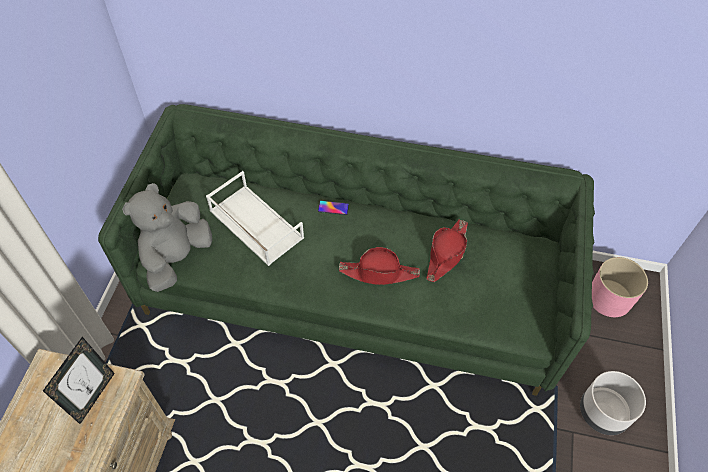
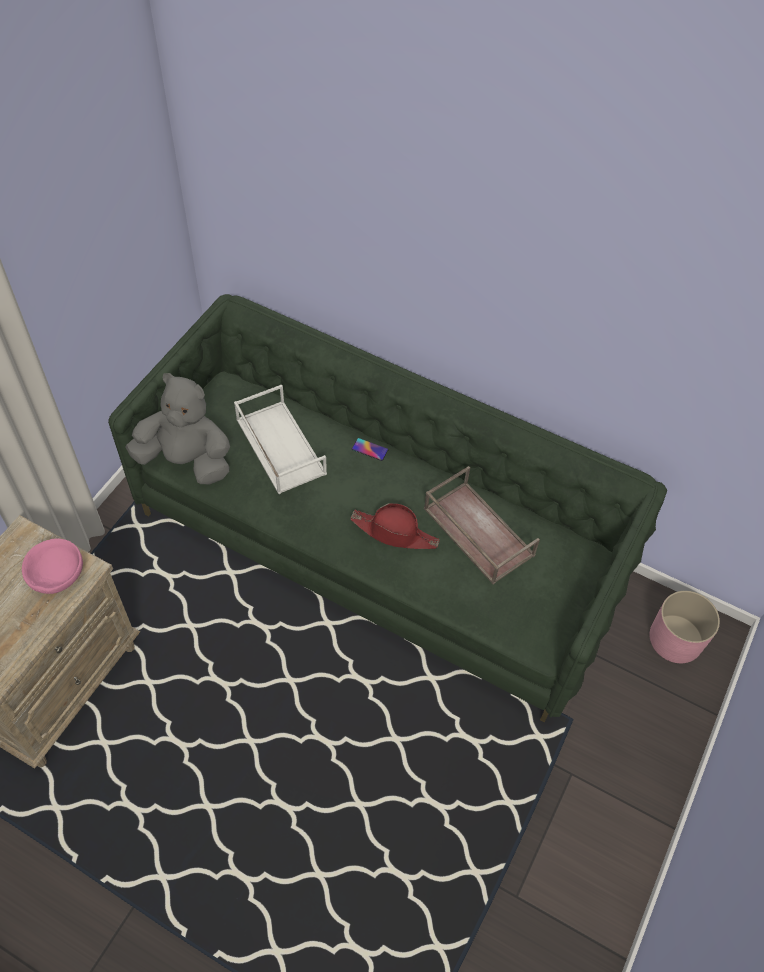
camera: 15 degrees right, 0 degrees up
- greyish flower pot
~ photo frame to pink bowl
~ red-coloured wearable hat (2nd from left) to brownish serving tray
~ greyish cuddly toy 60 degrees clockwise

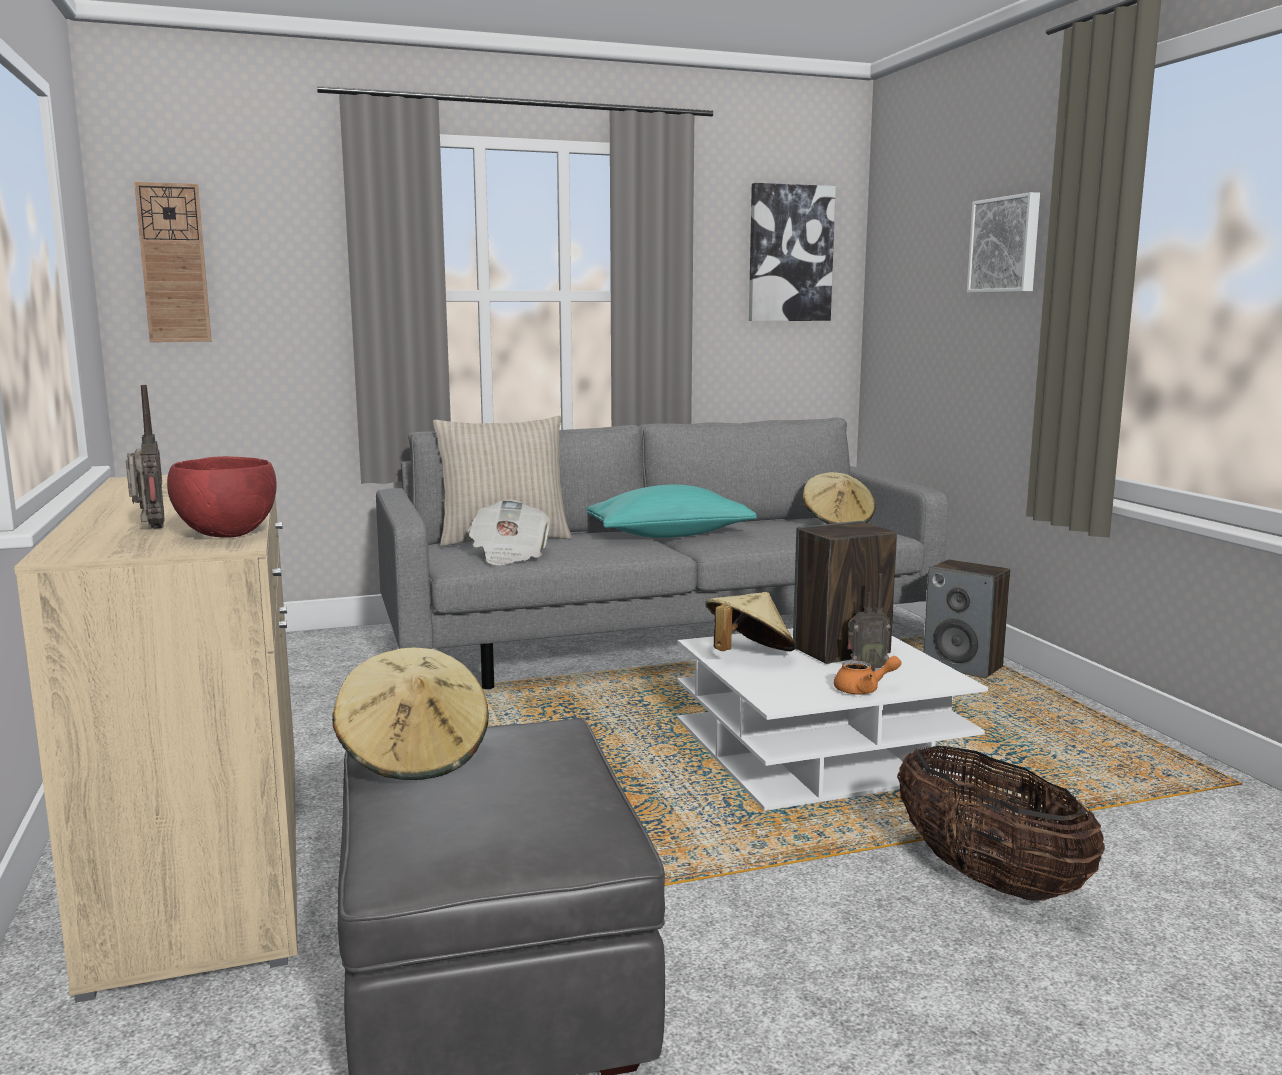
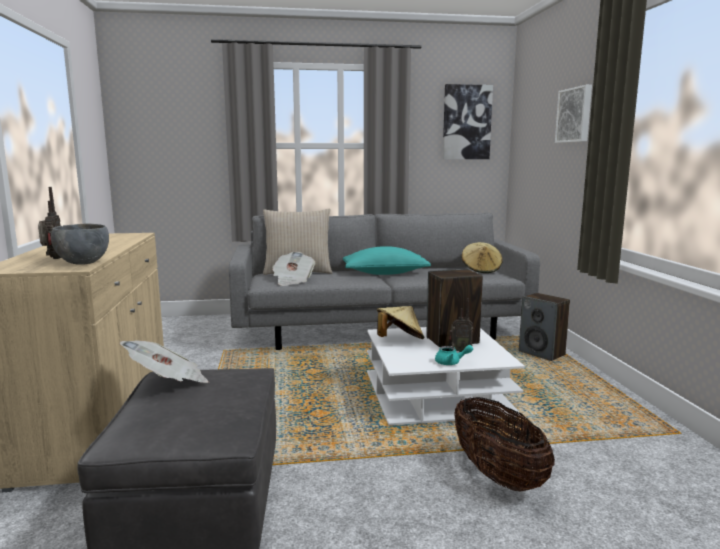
camera: 10 degrees right, 0 degrees up
- hanging clock
~ beige wearable hat (1st from left) to printed paper (1st from left)
~ red-coloured bowl to greyish bowl
~ orangey tea pot to turquoise-coloured tea pot

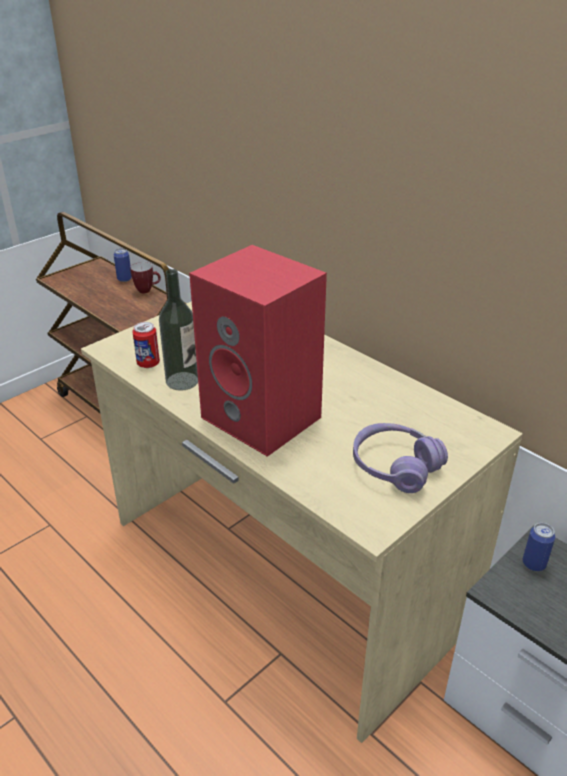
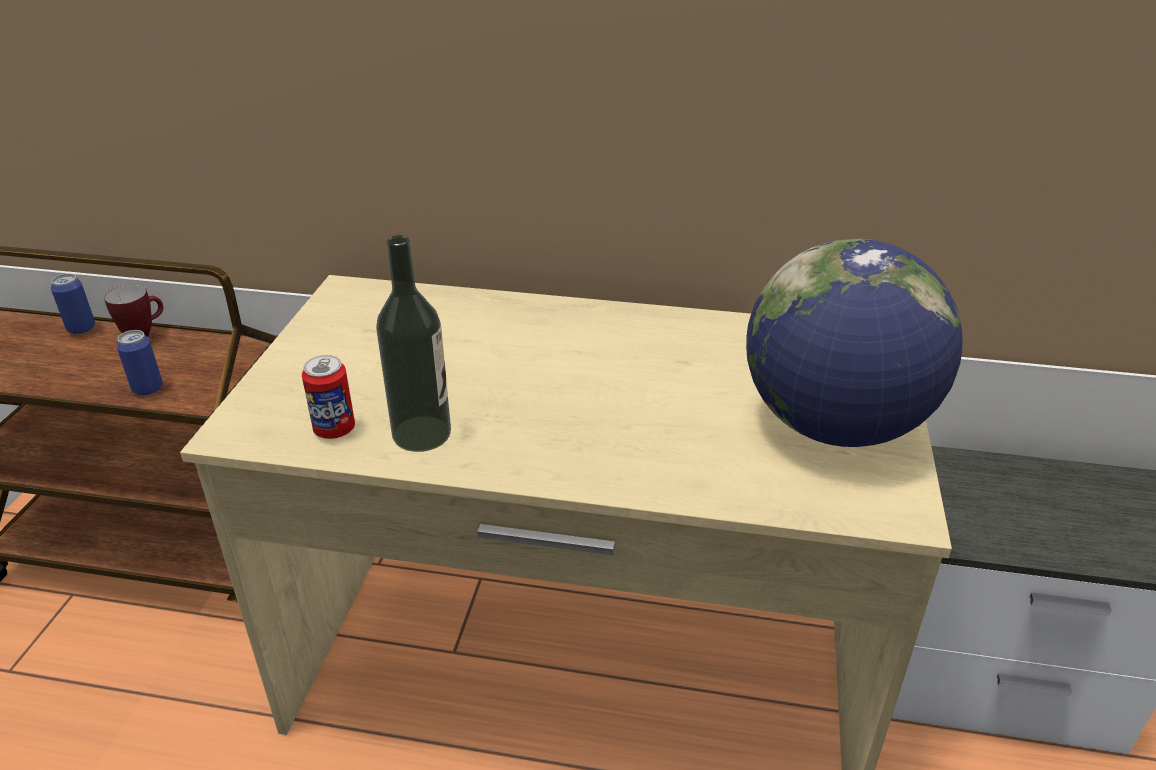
camera: 35 degrees left, 0 degrees up
- red-coloured audio speaker
~ can (3rd from left in the first image) to can (2nd from left)
~ purple headphones to globe

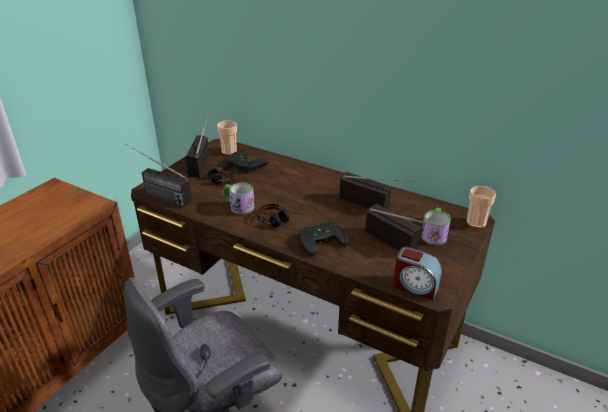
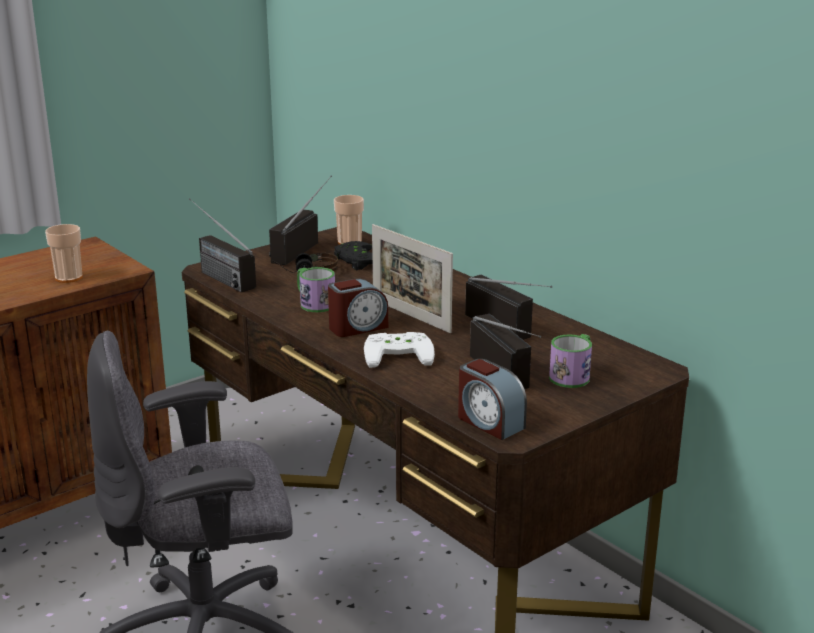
camera: 20 degrees right, 10 degrees down
+ photo frame
~ drinking cup (2nd from left in the first image) to drinking cup (1st from left)
~ headphones (2nd from left) to table clock (1st from left)
~ black joypad (2nd from left) to white joypad

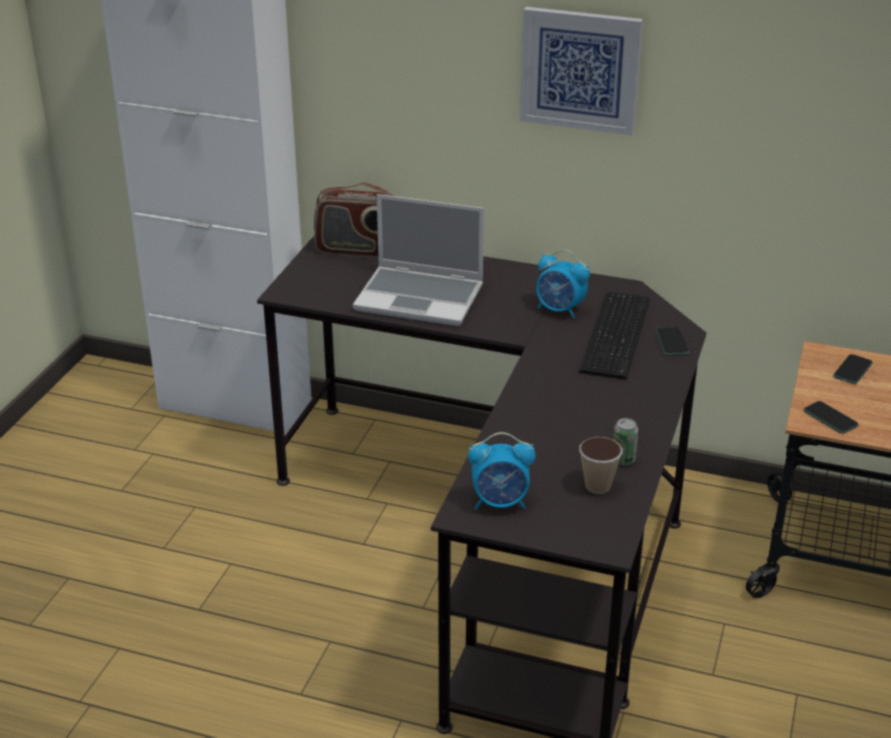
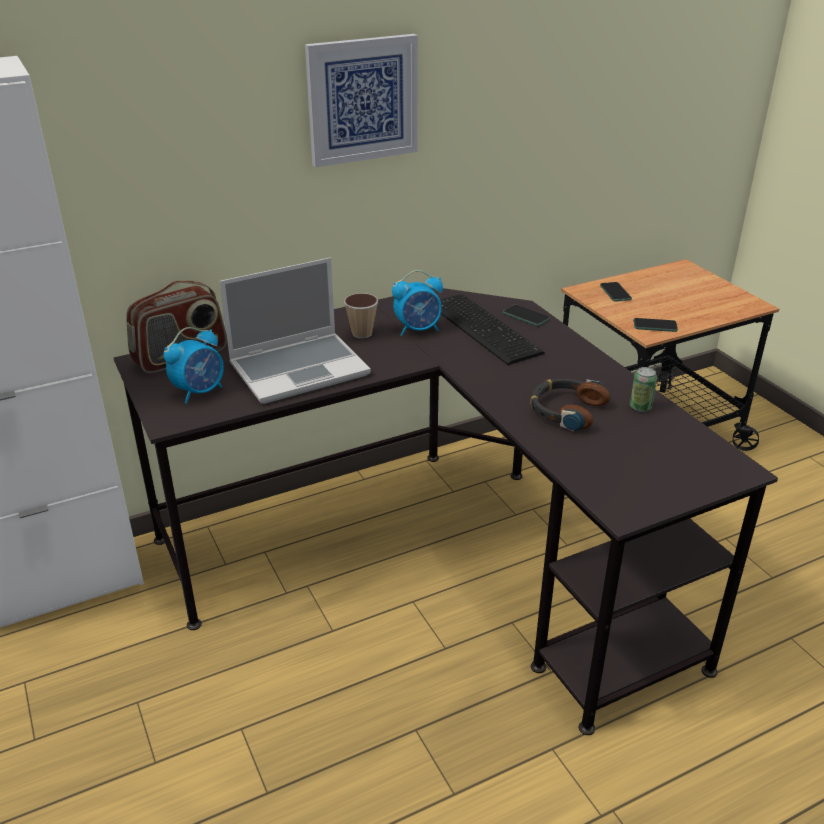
camera: 45 degrees left, 0 degrees up
+ headphones
~ table clock (1st from left)
~ drinking cup

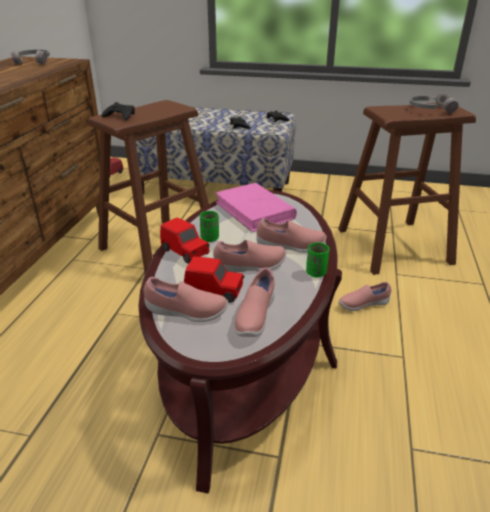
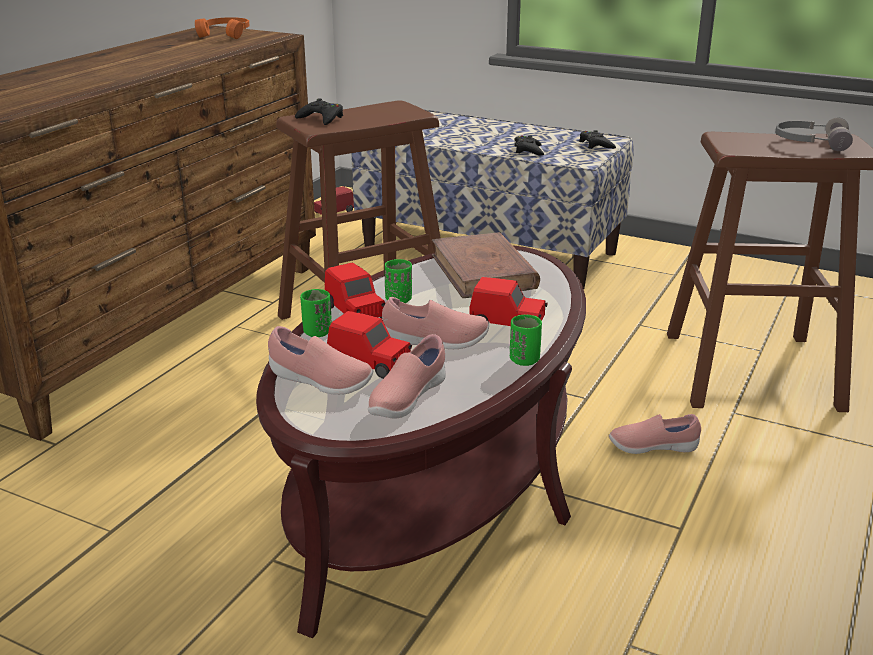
camera: 15 degrees right, 5 degrees down
+ greenish drinking cup (1st from left)
~ pink item of footwear (4th from left) to red-coloured model car (4th from left)
~ greyish headphones (1st from left) to orangey headphones
~ pink bound book to brownish bound book

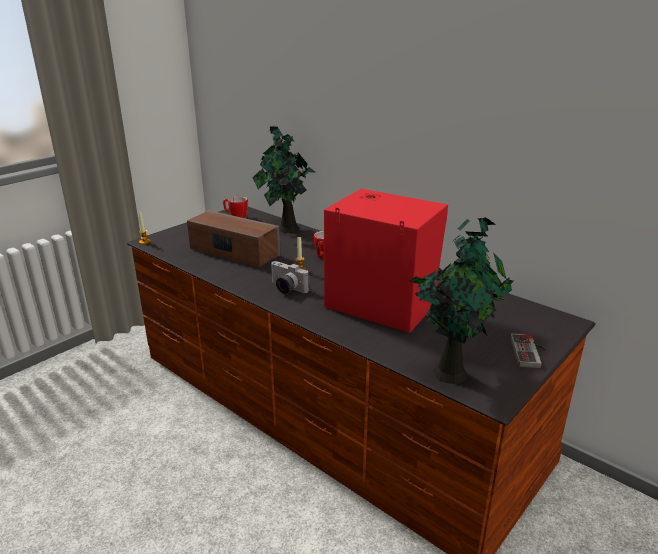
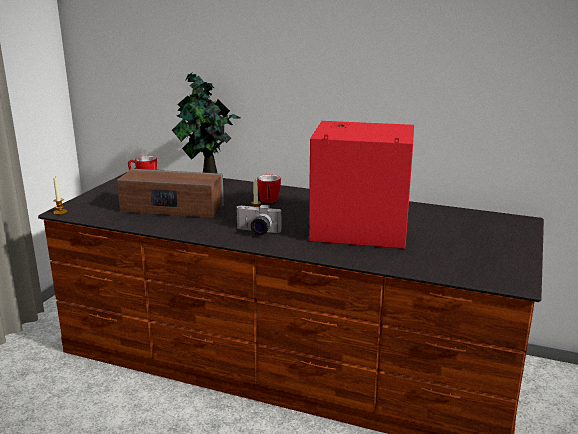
camera: 20 degrees left, 5 degrees down
- plant in a pot (2nd from left)
- joypad

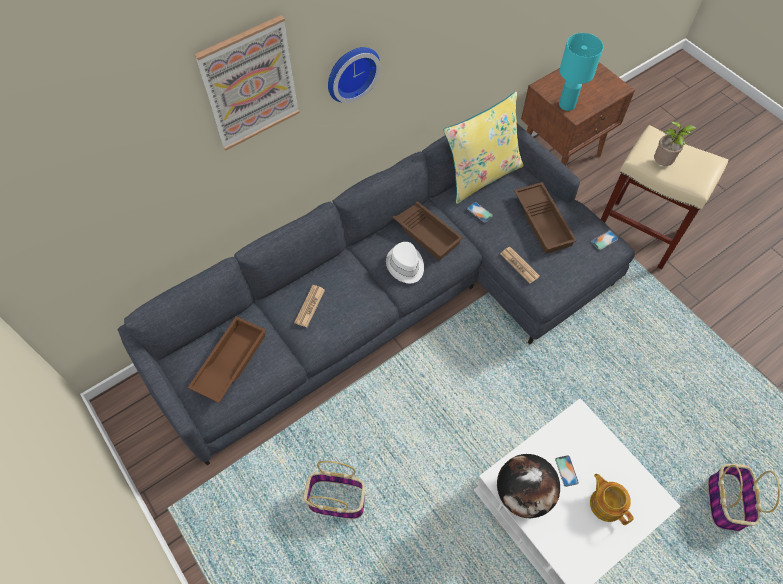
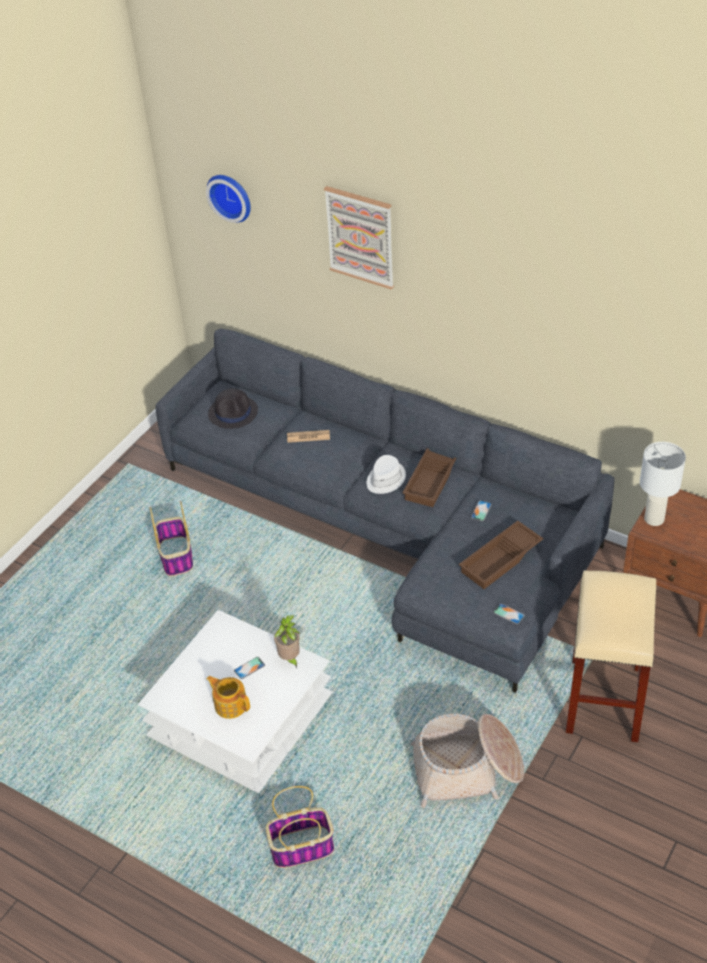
camera: 70 degrees right, 15 degrees down
- yellow throw pillow
- globe
- printed paper (2nd from left)
+ basket (3rd from left)
~ hanging clock
~ plant in a pot
~ brownish serving tray (1st from left) to black wearable hat
~ turquoise-coloured tabletop lamp to white tabletop lamp
~ tea pot 90 degrees counterclockwise

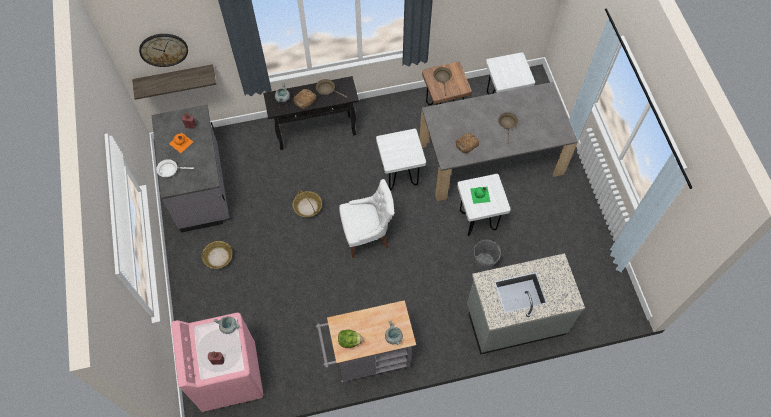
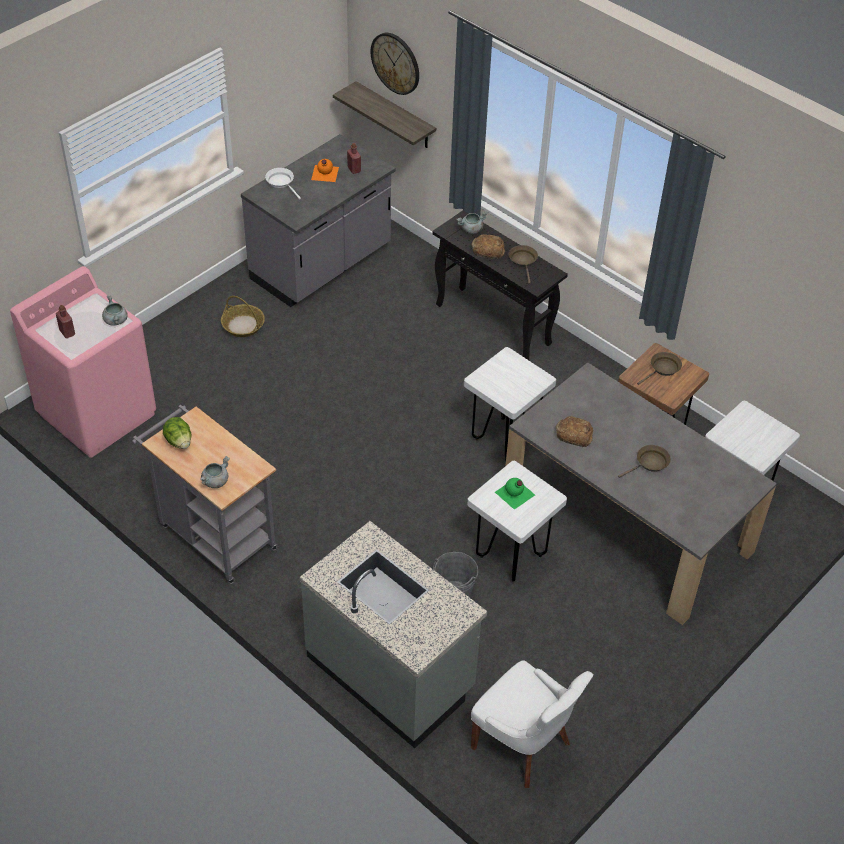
camera: 55 degrees right, 15 degrees down
- basket (2nd from left)
~ white plain chair

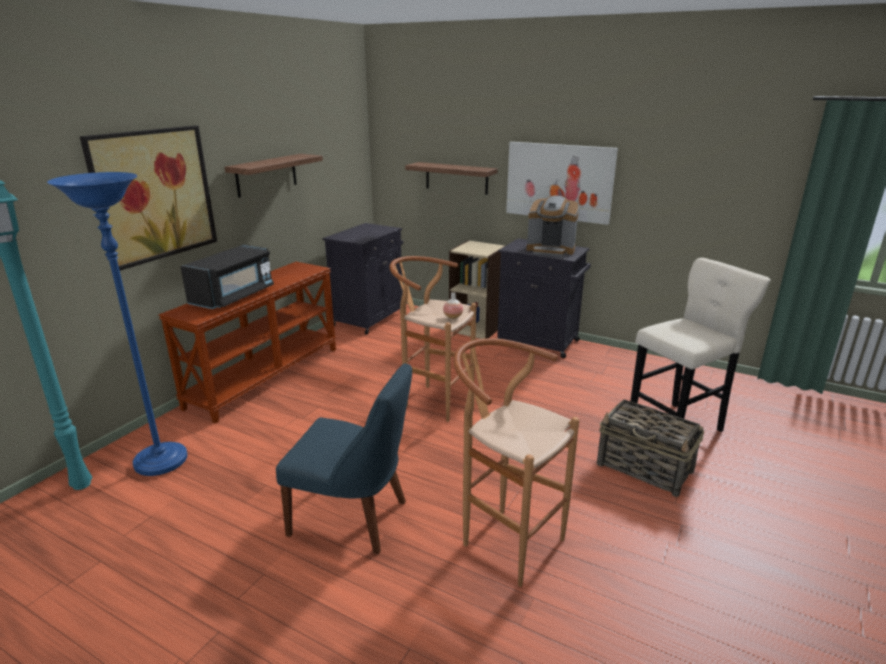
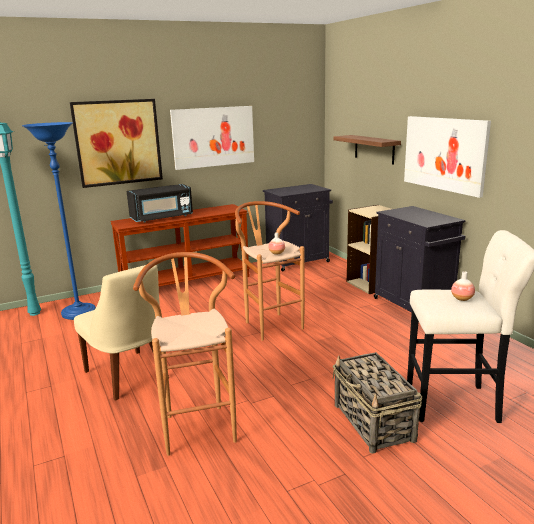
camera: 35 degrees right, 5 degrees down
- coffee brewer
+ vase (2nd from left)
~ bracket shelf (1st from left) to wall picture (2nd from left)
~ bluish plain chair to beige plain chair

